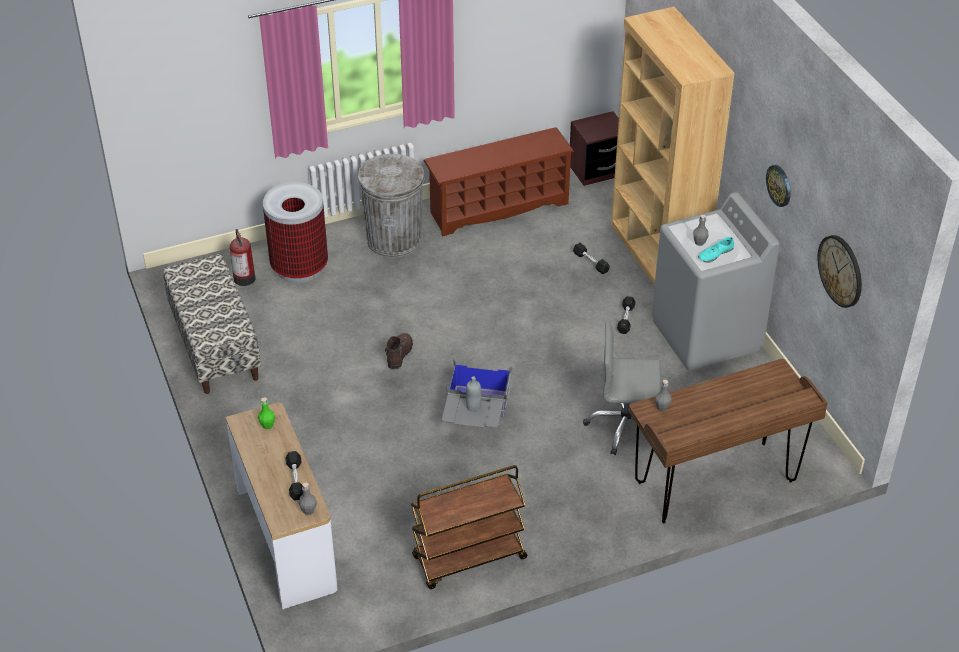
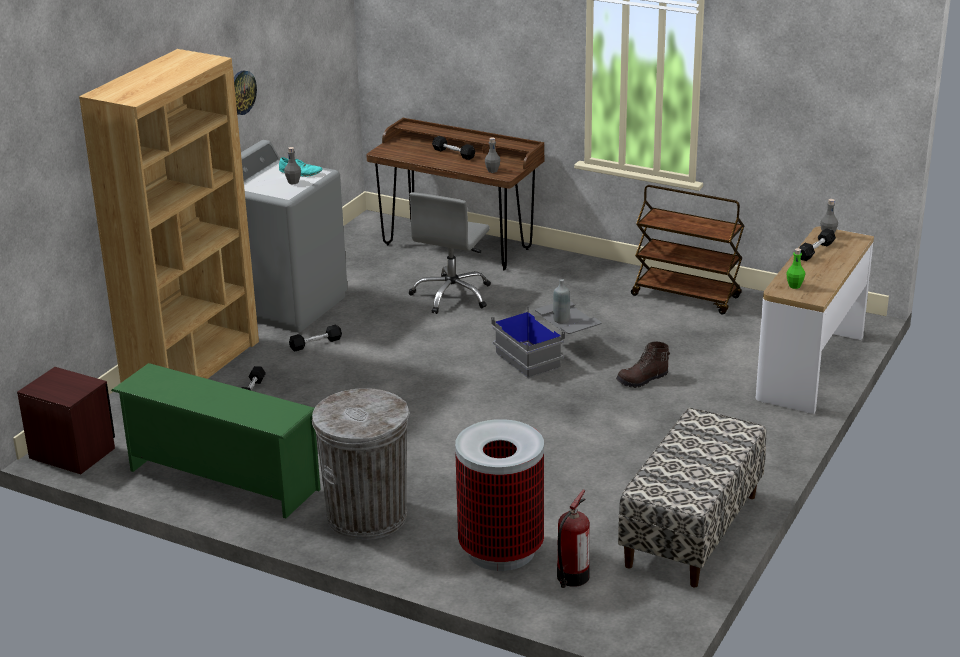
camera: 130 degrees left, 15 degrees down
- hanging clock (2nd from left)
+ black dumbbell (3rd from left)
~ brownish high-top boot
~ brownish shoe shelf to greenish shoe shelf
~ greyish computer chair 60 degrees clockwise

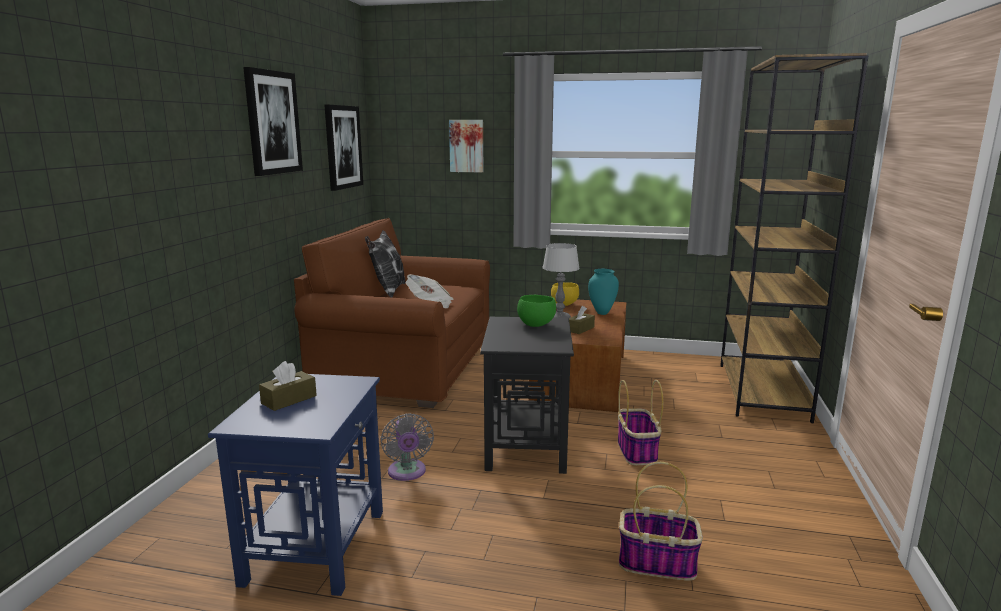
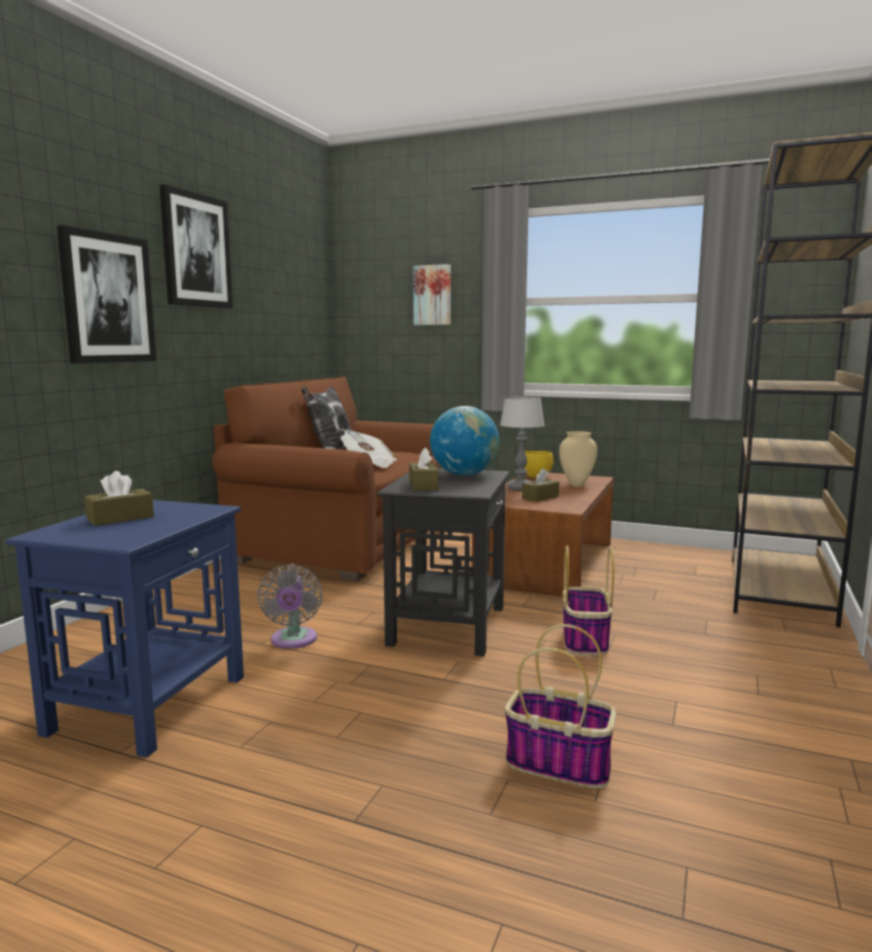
camera: 10 degrees right, 5 degrees down
+ brownish tissue box (2nd from left)
~ wall picture (2nd from left in the first image) to wall picture (1st from left)
~ greenish bowl to globe
~ turquoise-coloured vase to beige vase

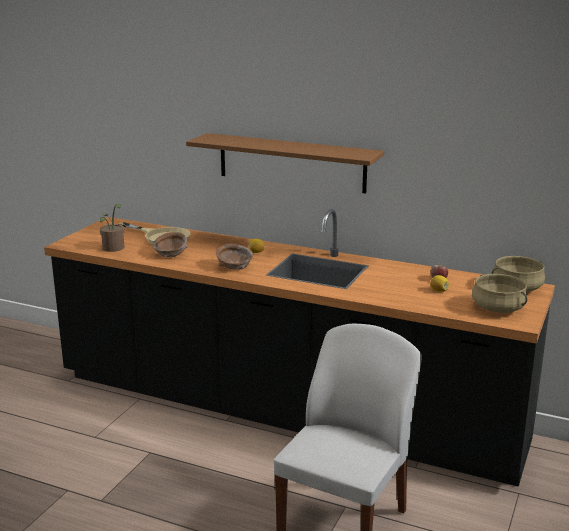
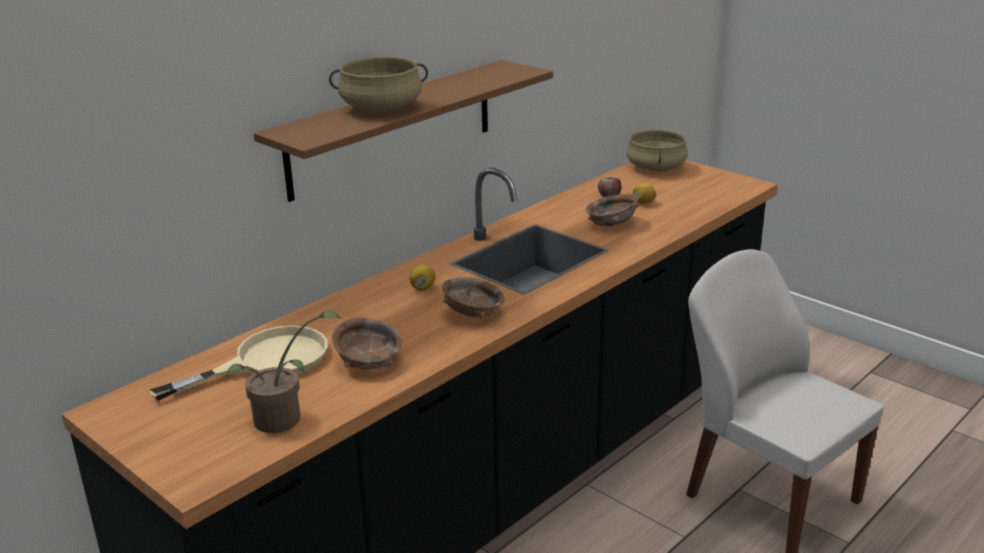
camera: 70 degrees left, 5 degrees up
+ brownish bowl (3rd from left)
~ beige saucepot (1st from left)

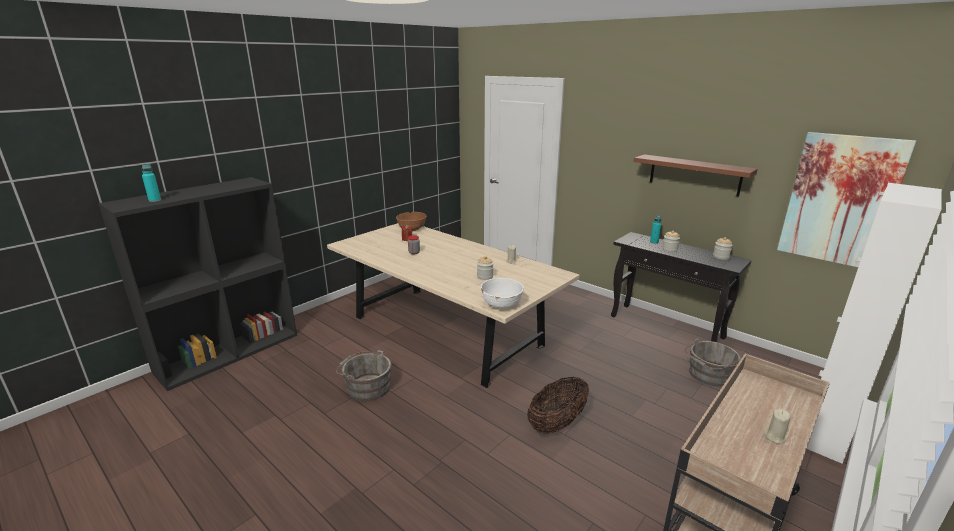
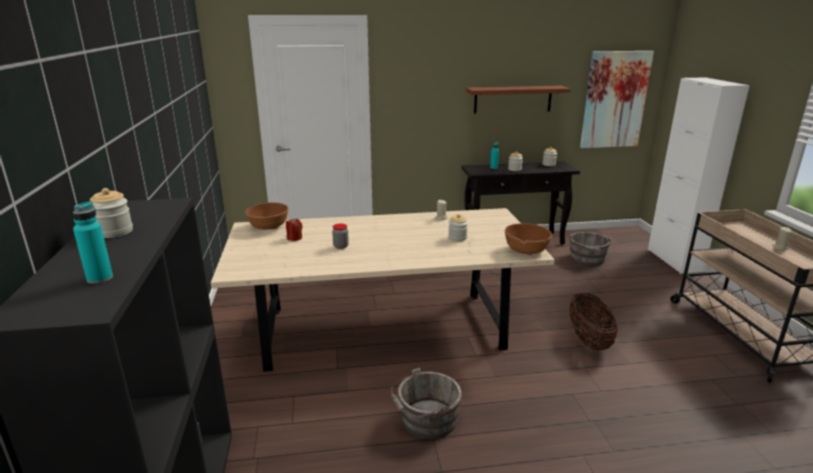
camera: 50 degrees left, 0 degrees up
+ preserve jar (1st from left)
~ white bowl to brownish bowl (2nd from left)

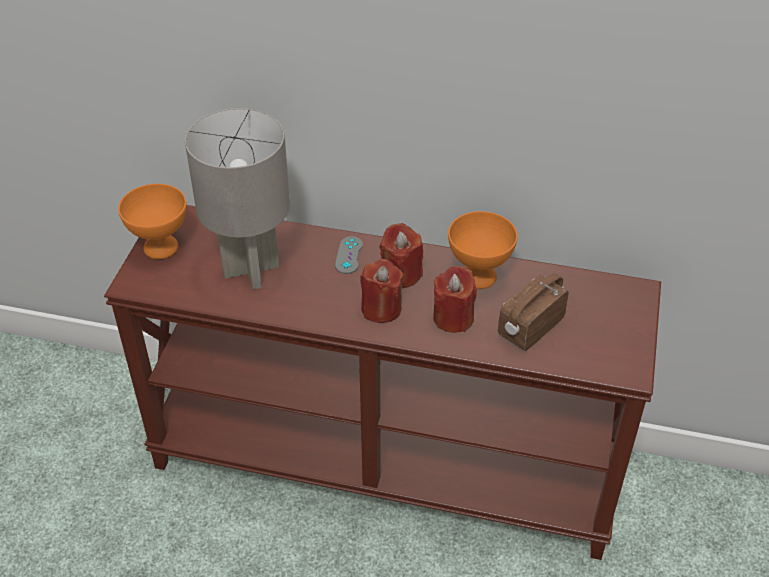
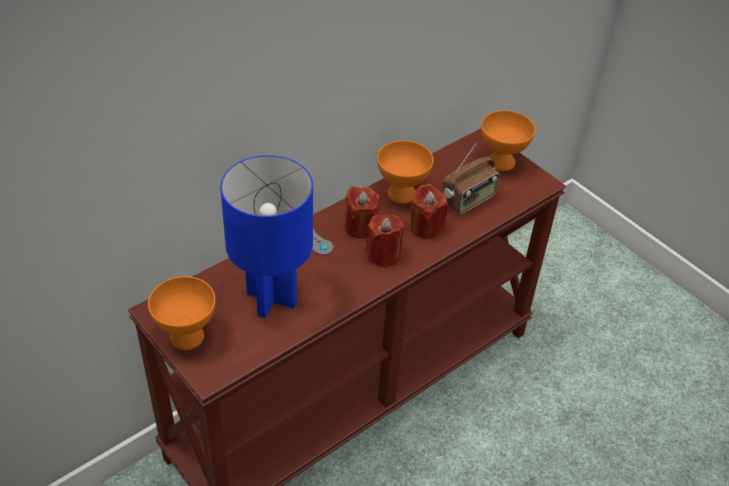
camera: 55 degrees left, 0 degrees up
+ orangey bowl (3rd from left)
~ greyish tabletop lamp to bluish tabletop lamp
~ radio 120 degrees counterclockwise

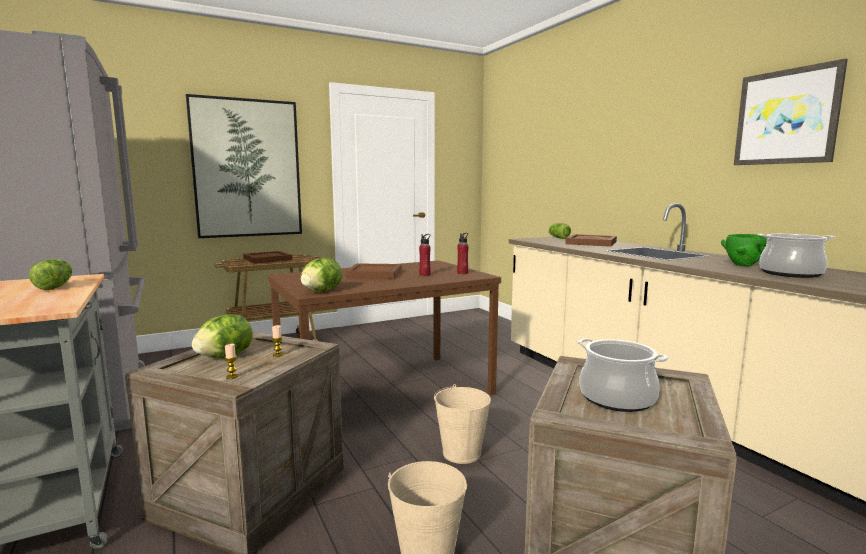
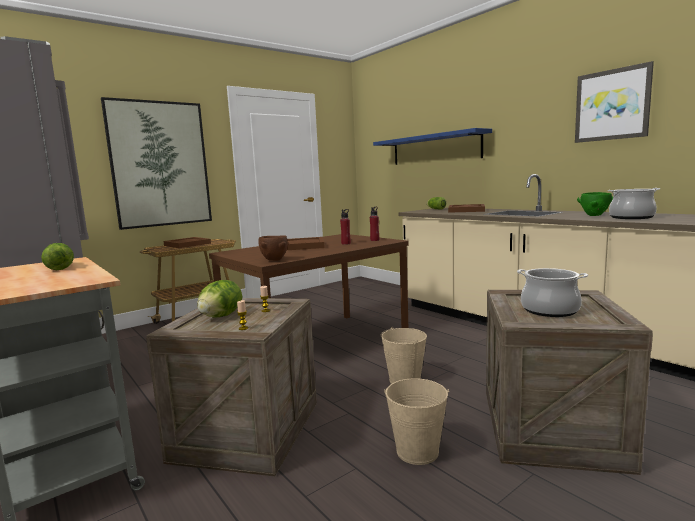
camera: 10 degrees left, 0 degrees up
+ bluish bracket shelf
~ head of lettuce (3rd from left) to brownish bowl

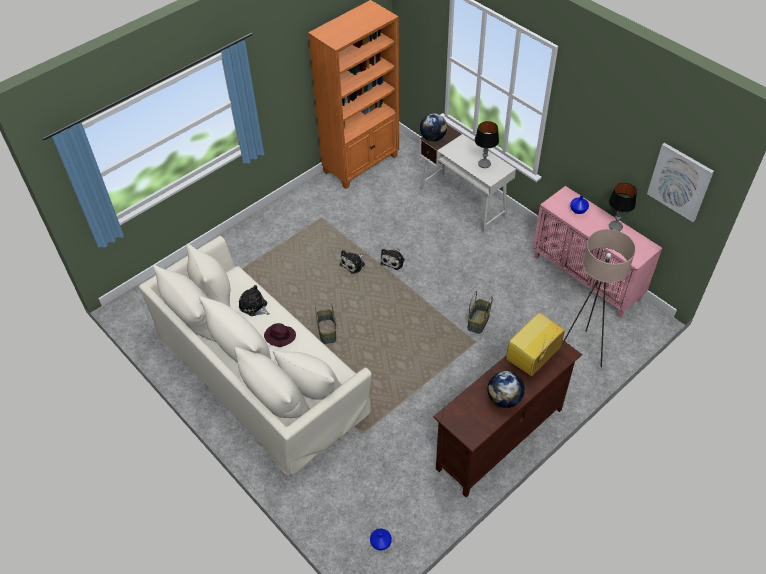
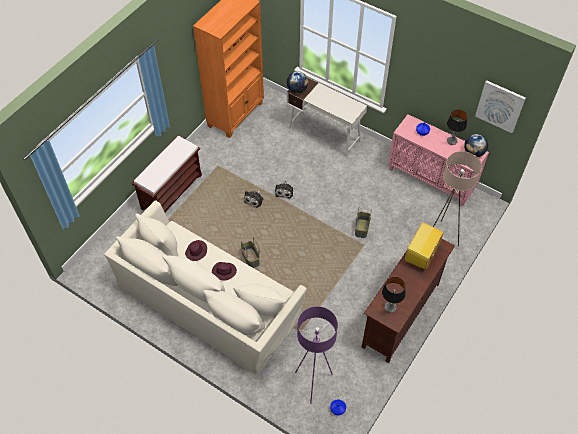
camera: 15 degrees left, 5 degrees up
+ brownish bench
+ purple floor lamp
~ tabletop lamp (1st from left)
~ globe (2nd from left)
~ cuddly toy (1st from left) to purple wearable hat (1st from left)

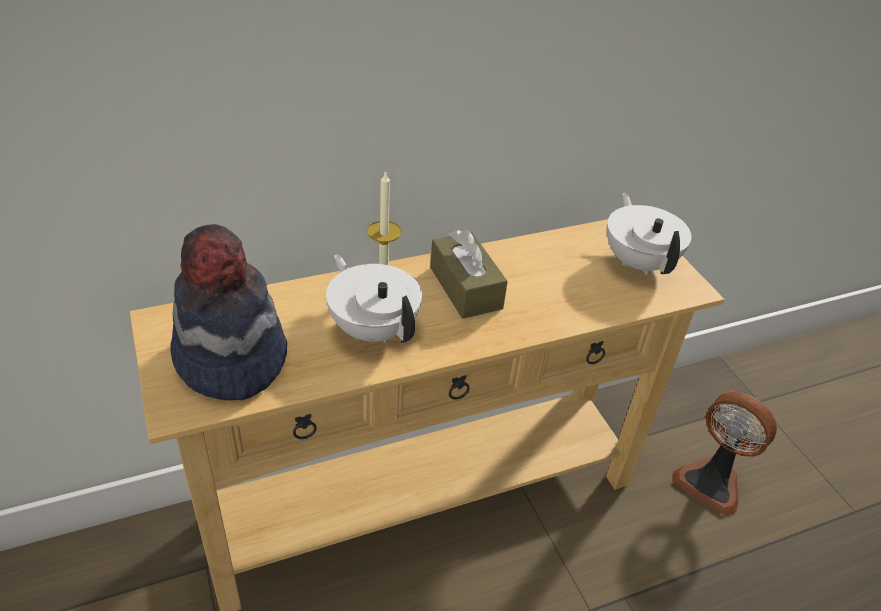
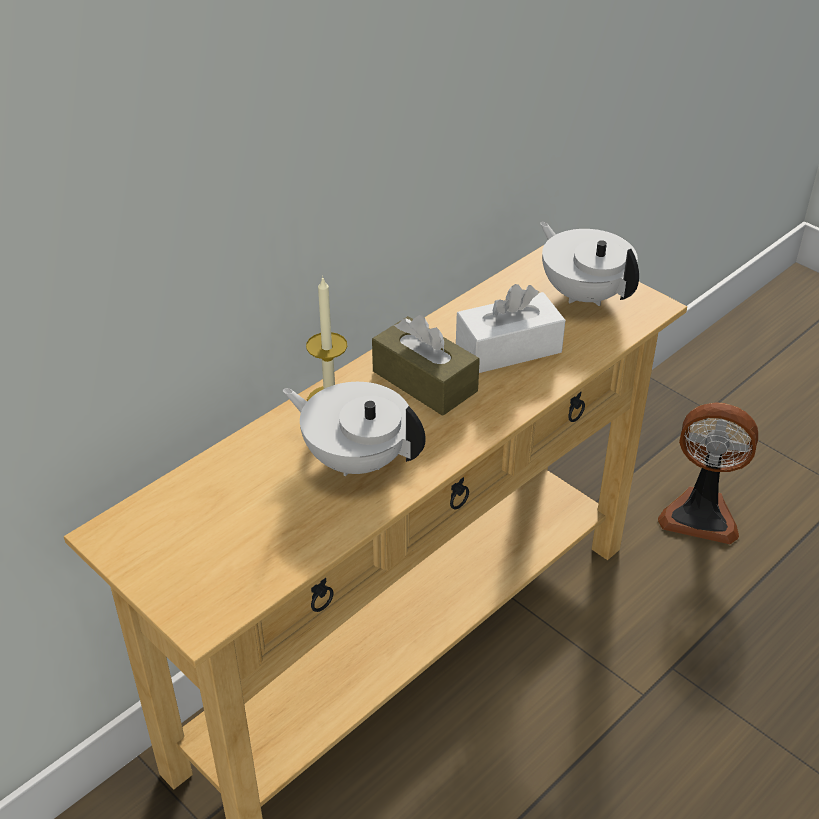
camera: 20 degrees left, 0 degrees up
- wearable hat
+ white tissue box

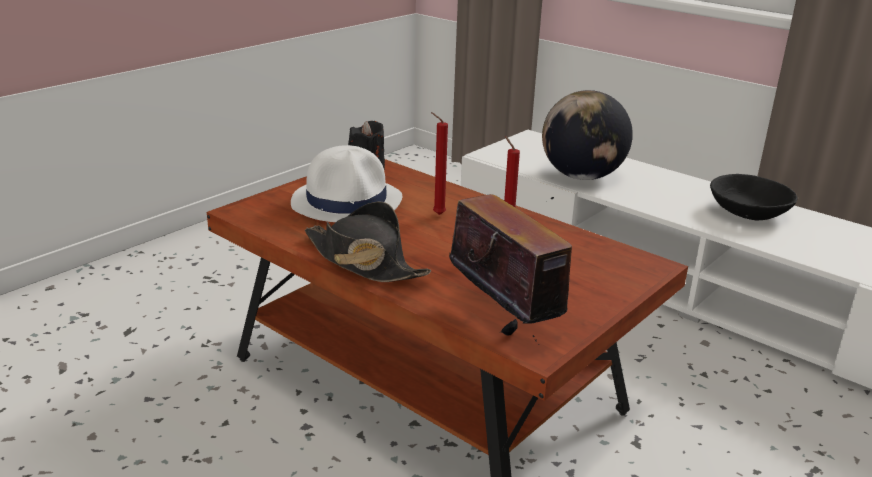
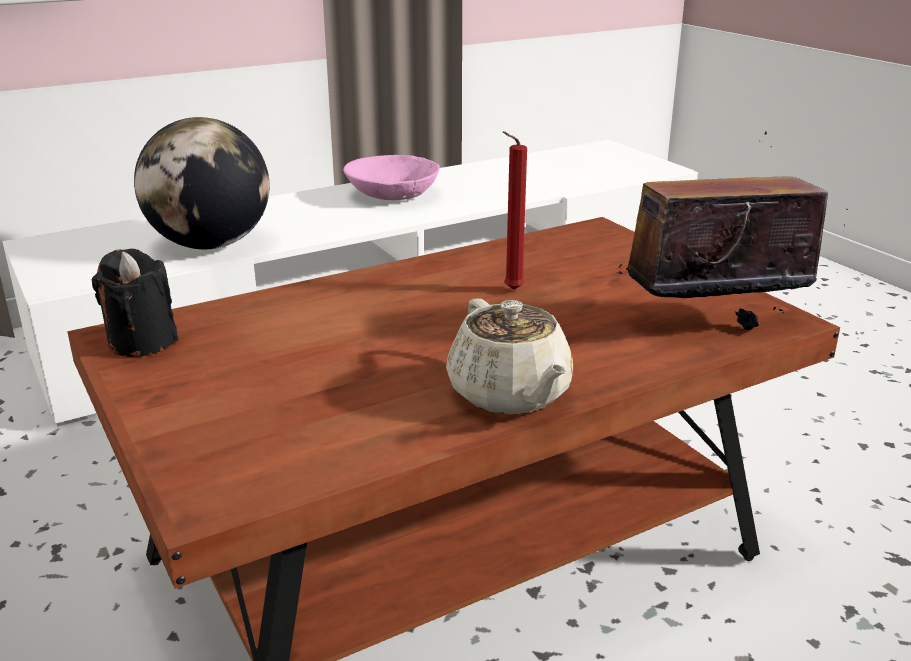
camera: 70 degrees left, 0 degrees up
- white wearable hat
- red-coloured wax light (1st from left)
~ black wearable hat to beige tea pot
~ black bowl to pink bowl

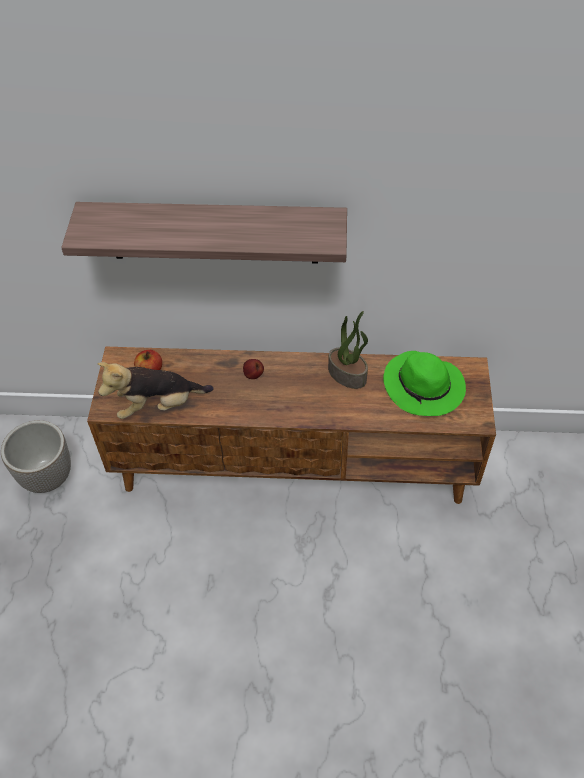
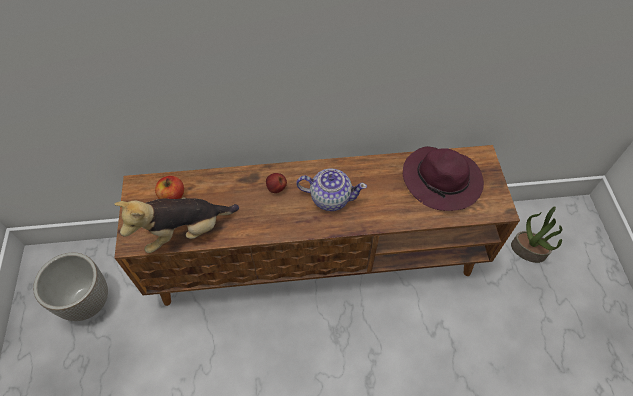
camera: 10 degrees left, 5 degrees up
- bracket shelf
+ tea pot
~ plant in a pot
~ greenish wearable hat to purple wearable hat

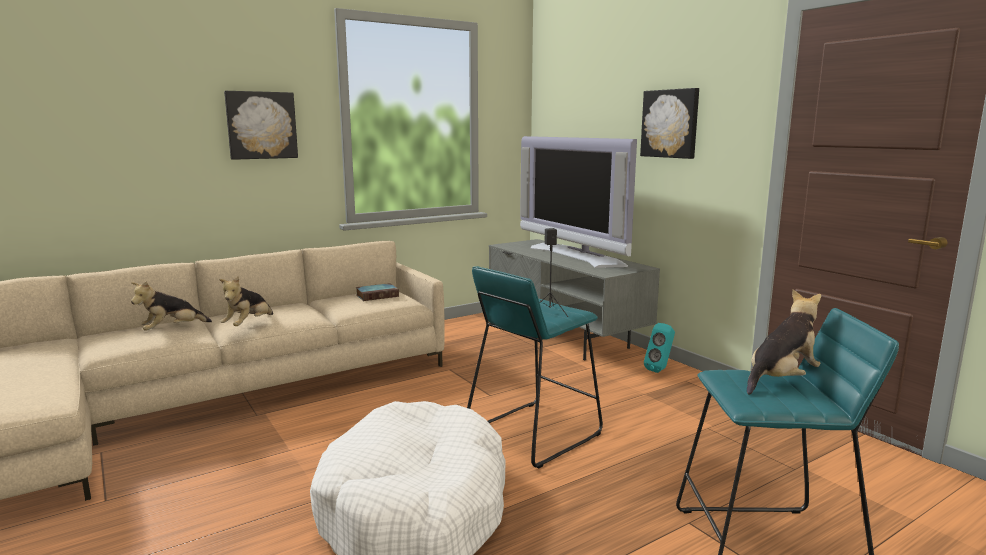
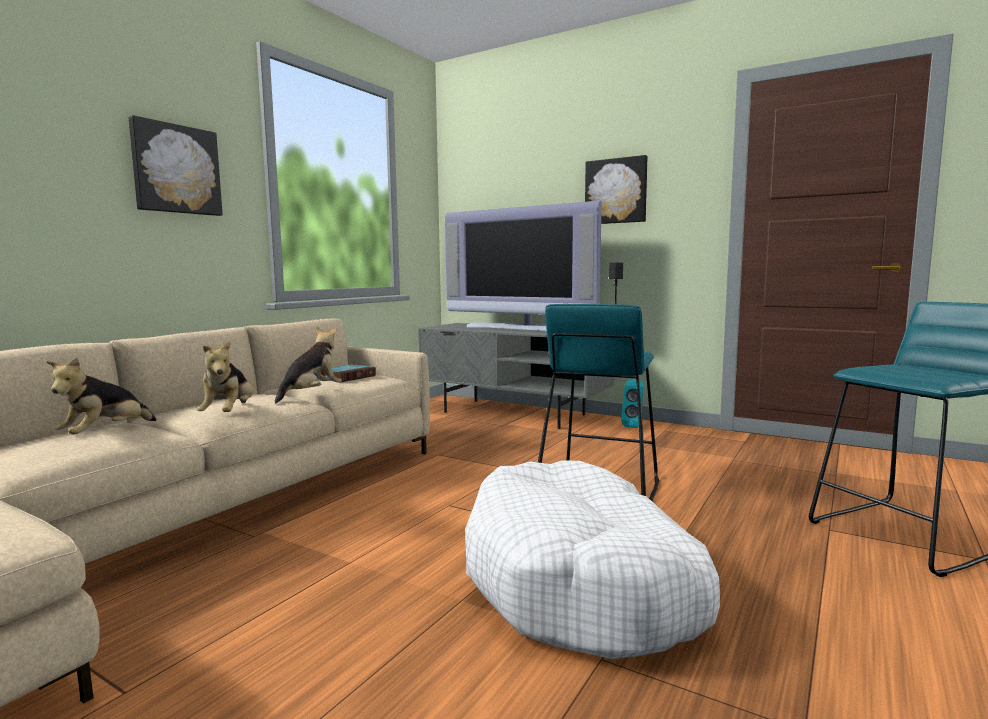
camera: 25 degrees left, 5 degrees down
~ cuddly toy (3rd from left)

